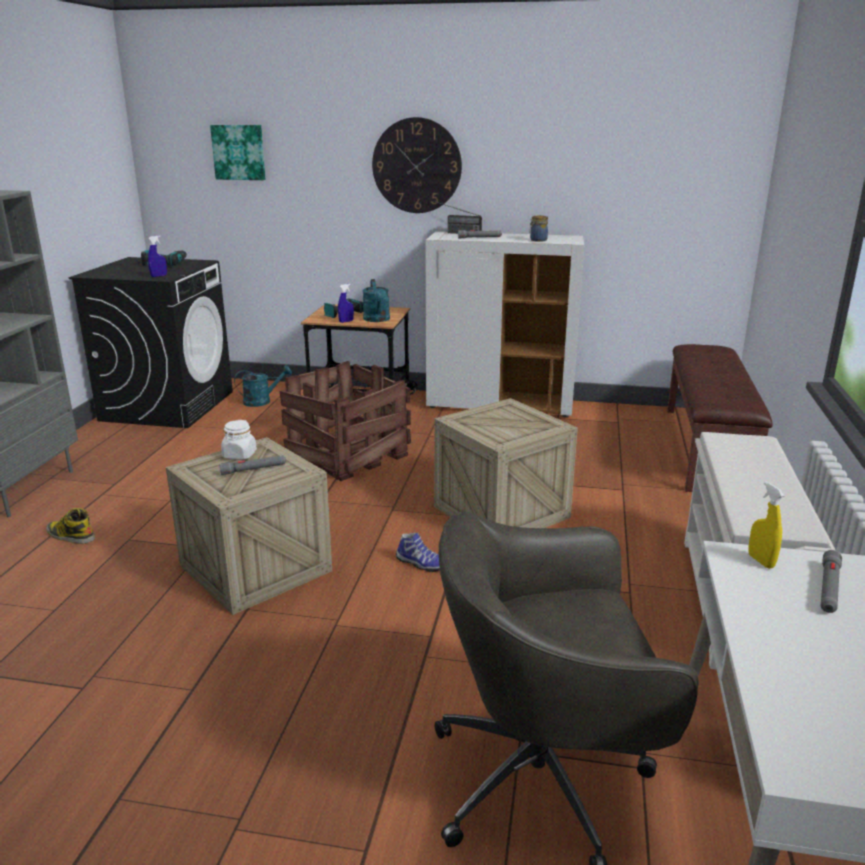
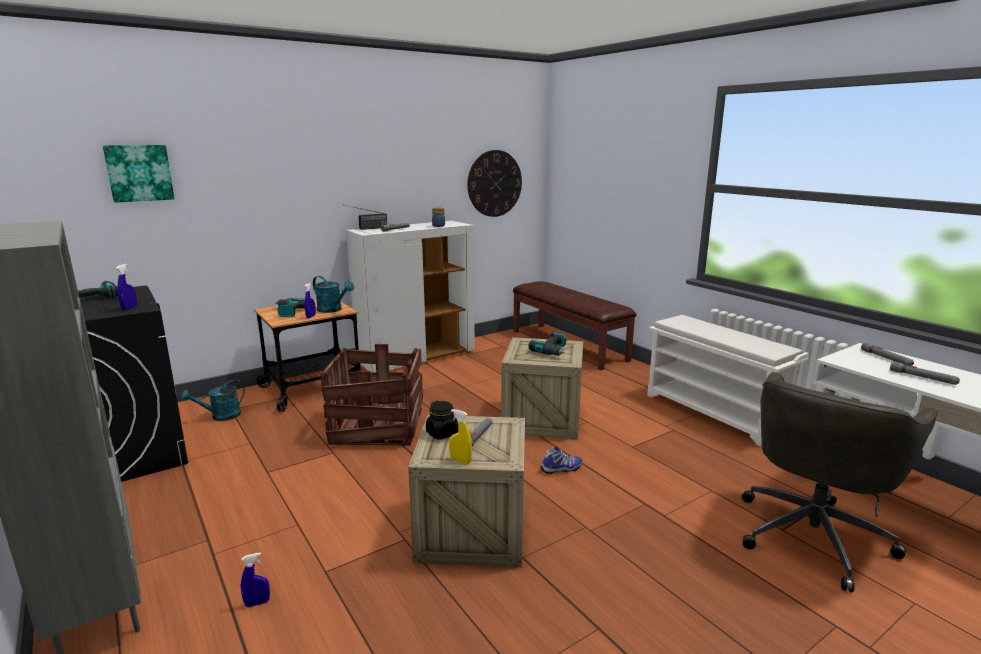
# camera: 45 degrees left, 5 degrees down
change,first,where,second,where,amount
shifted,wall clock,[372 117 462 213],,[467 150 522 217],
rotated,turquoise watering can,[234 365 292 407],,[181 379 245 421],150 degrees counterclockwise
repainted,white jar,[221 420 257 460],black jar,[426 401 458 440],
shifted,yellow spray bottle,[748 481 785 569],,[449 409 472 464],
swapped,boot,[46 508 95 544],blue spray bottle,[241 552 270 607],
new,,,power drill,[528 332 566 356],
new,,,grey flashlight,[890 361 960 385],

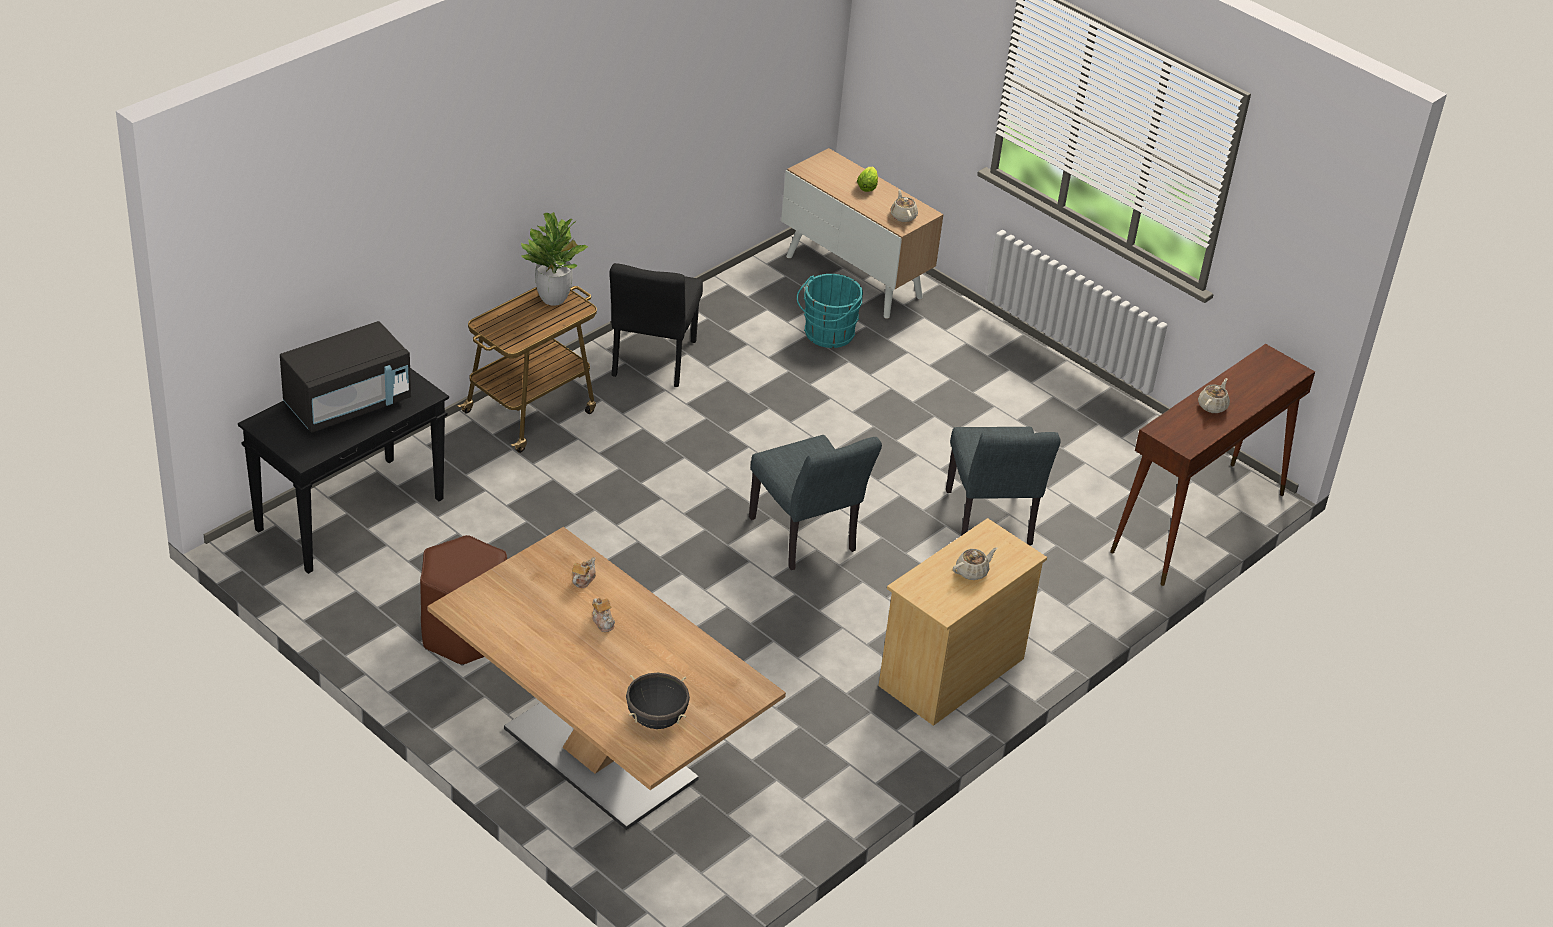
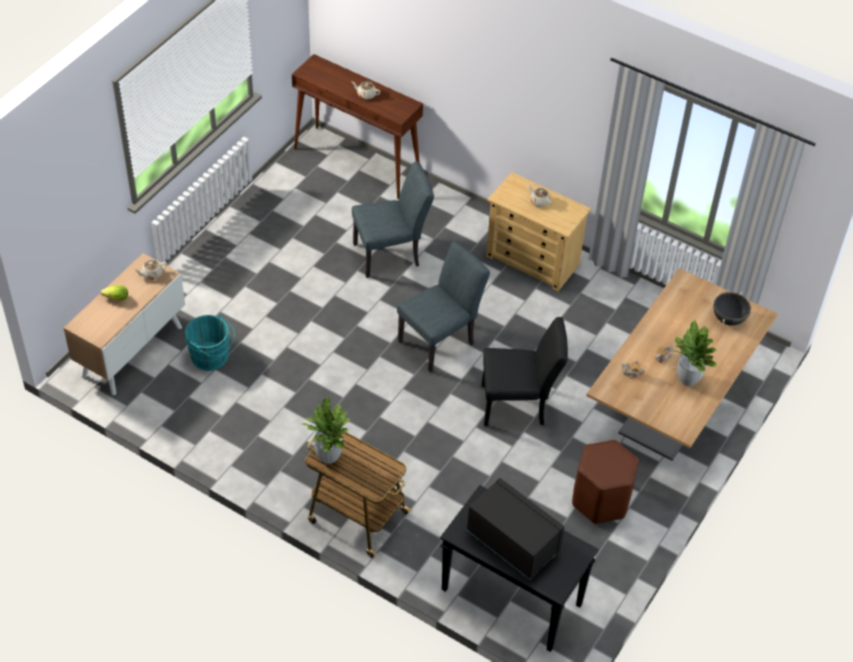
# camera: 100 degrees left, 10 degrees up
change,first,where,second,where,amount
shifted,black chair,[609 263 703 387],,[482 317 568 426],
new,,,potted plant,[670 320 717 386],

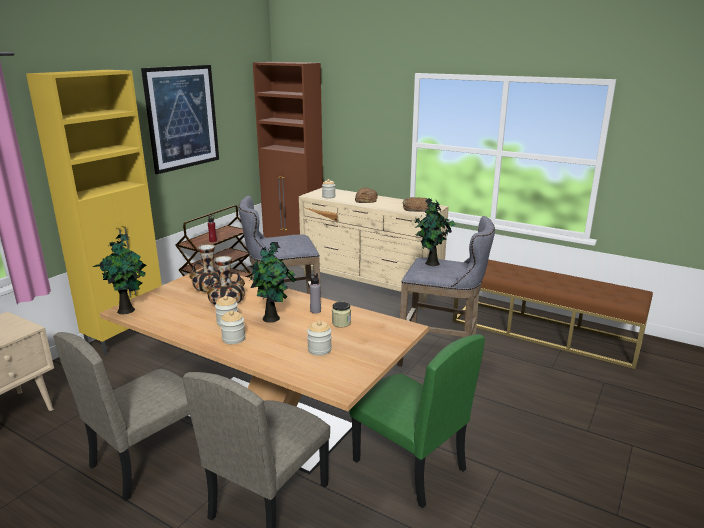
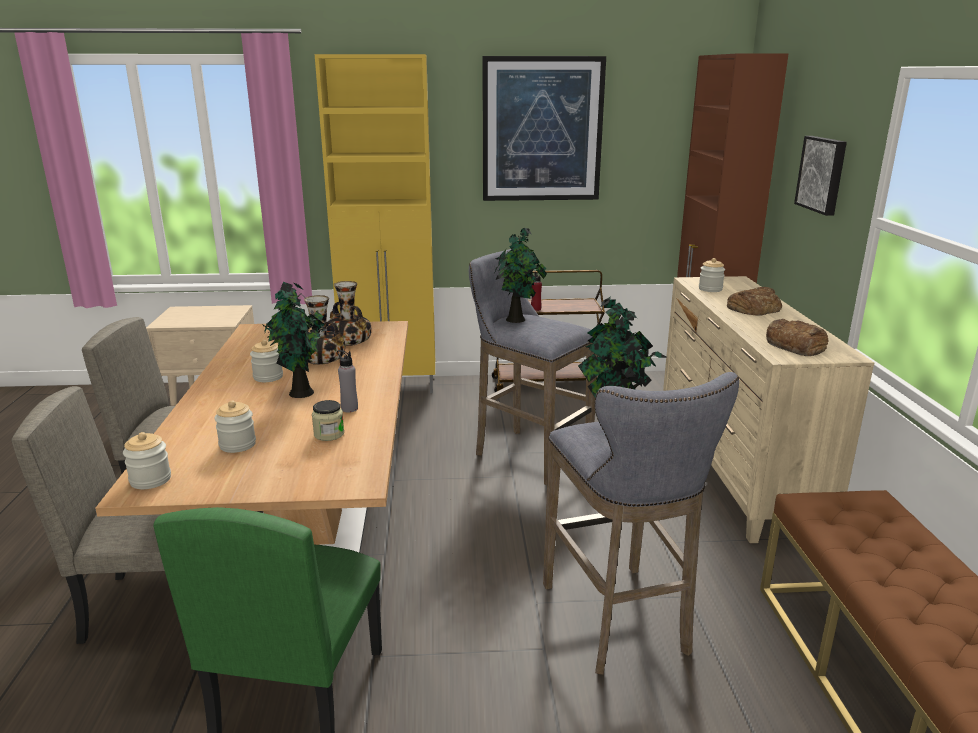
# camera: 55 degrees right, 0 degrees up
change,first,where,second,where,amount
shifted,potted plant,[93 234 146 314],,[495 228 547 323],
shifted,jar,[220 311 245 344],,[123 432 171 489],
new,,,picture,[794 136 847 216],

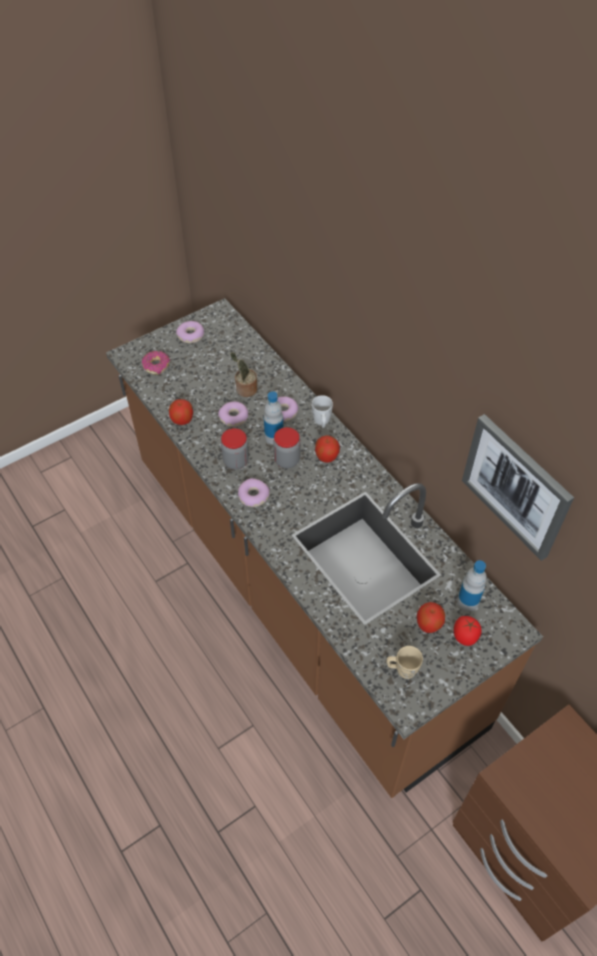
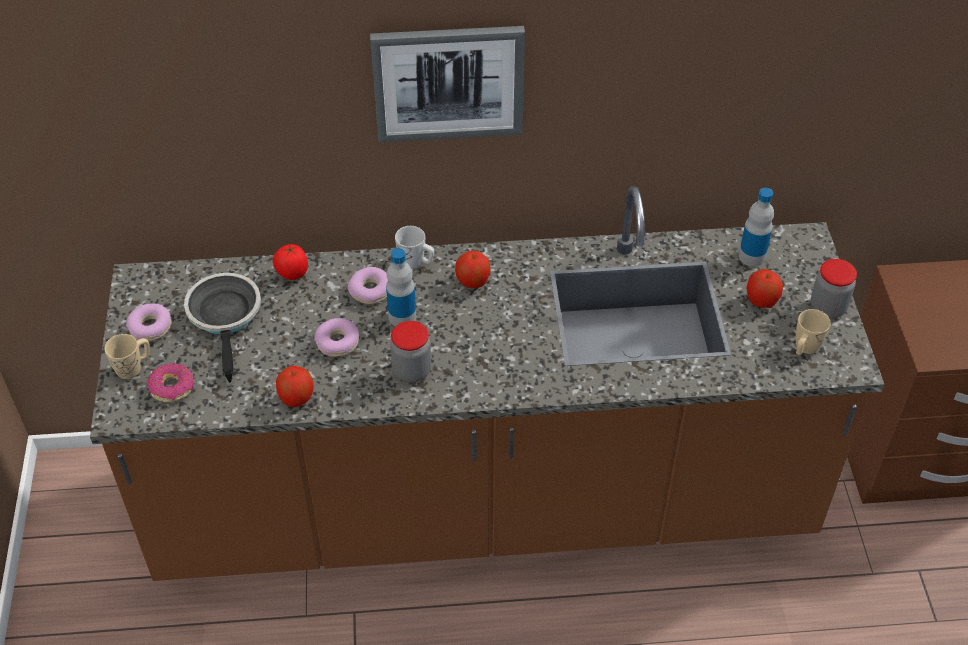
# camera: 60 degrees left, 5 degrees down
change,first,where,second,where,amount
gone,potted plant,[230 352 257 397],,,
shifted,picture,[462 414 574 561],,[370 26 525 142],
shifted,jar,[273 427 300 468],,[811 259 857 319],
gone,donut,[238 478 270 507],,,
shifted,tomato,[454 616 482 646],,[273 244 308 280],
new,,,frying pan,[184 273 261 383],
new,,,beige mug,[104 334 150 379],

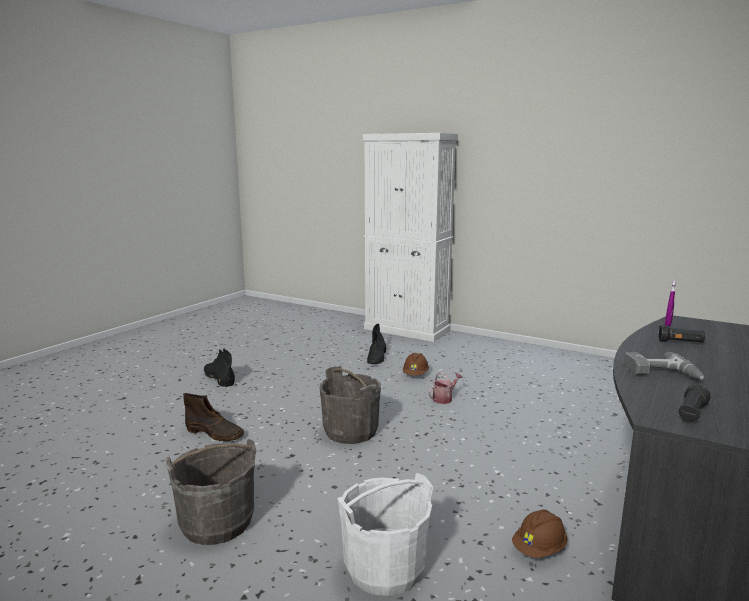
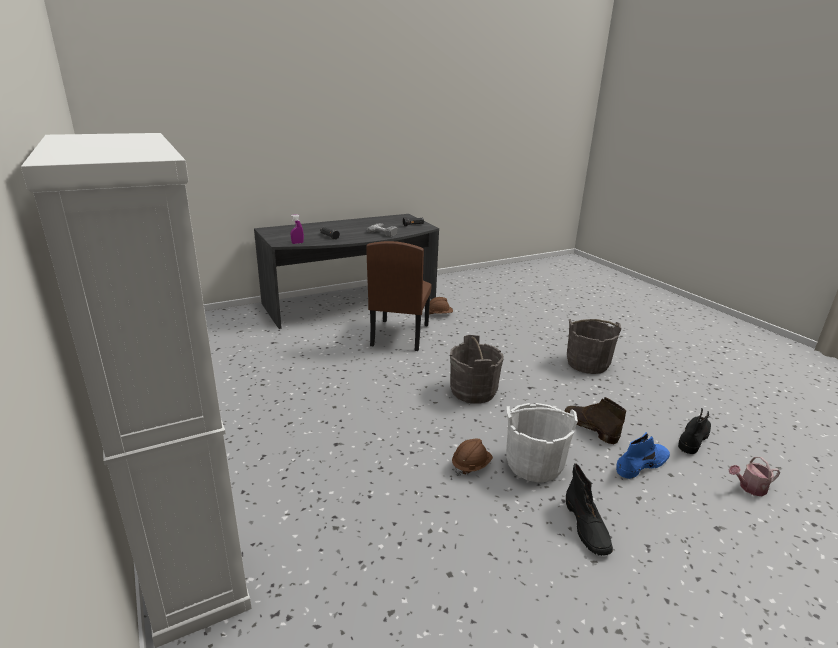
# camera: 150 degrees left, 10 degrees up
change,first,where,second,where,amount
shifted,black boot,[367 324 386 364],,[678 408 711 454],
shifted,brown hard hat,[403 353 429 375],,[452 439 493 475],
shifted,watering can,[429 372 462 404],,[729 457 780 496],
shifted,white bucket,[337 473 433 596],,[506 403 578 483],
new,,,brown chair,[366 241 432 351],
new,,,blue boot,[616 432 670 479],

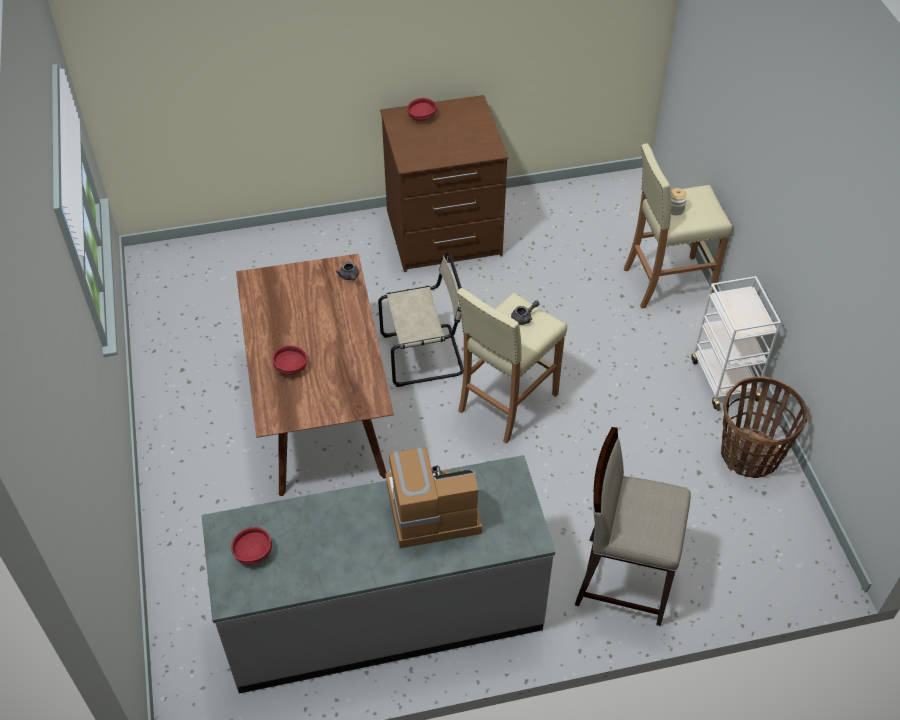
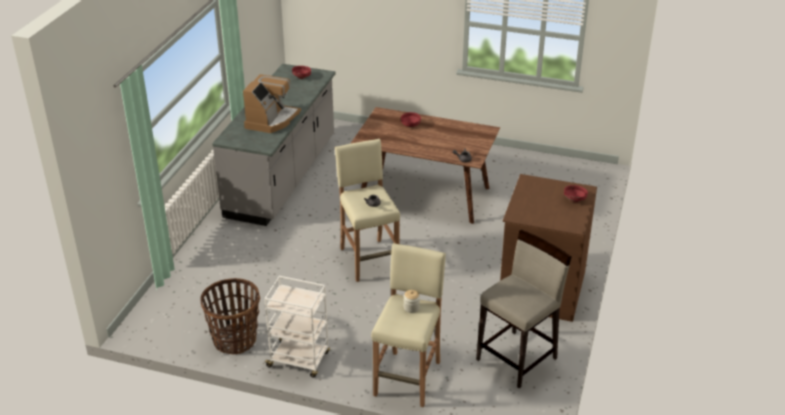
# camera: 120 degrees right, 15 degrees down
change,first,where,second,where,amount
gone,beige chair,[378 252 463 387],,,
shifted,beige stool,[575 427 691 626],,[476 230 572 388],

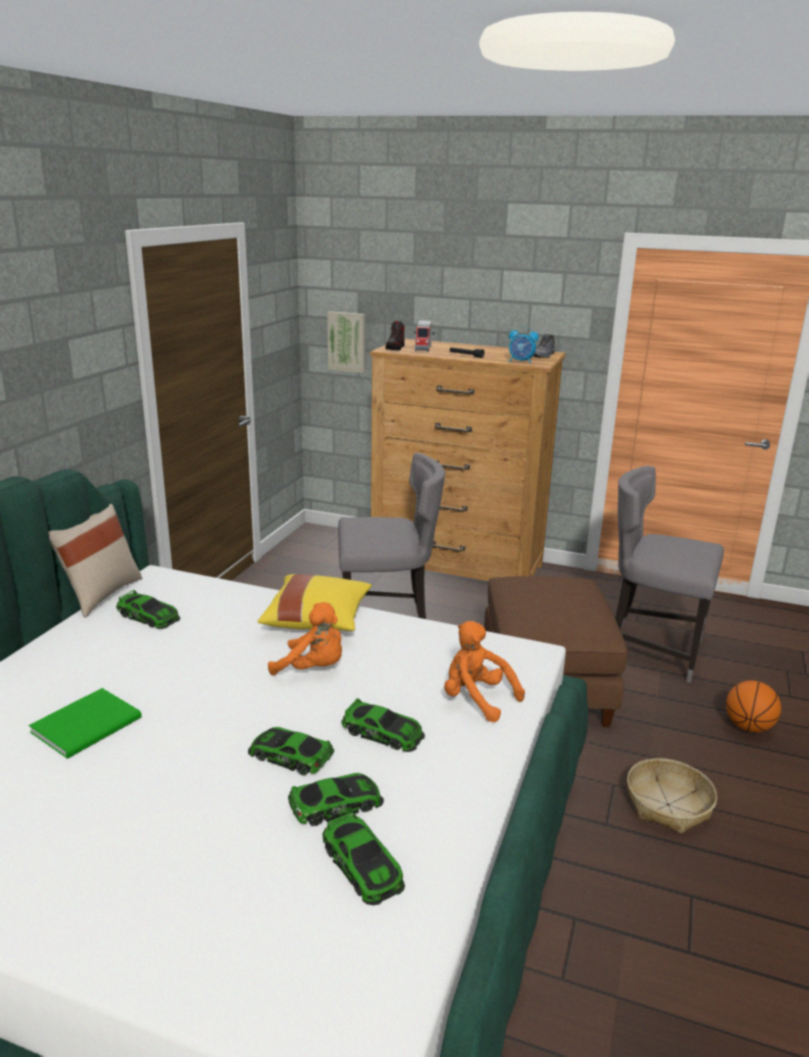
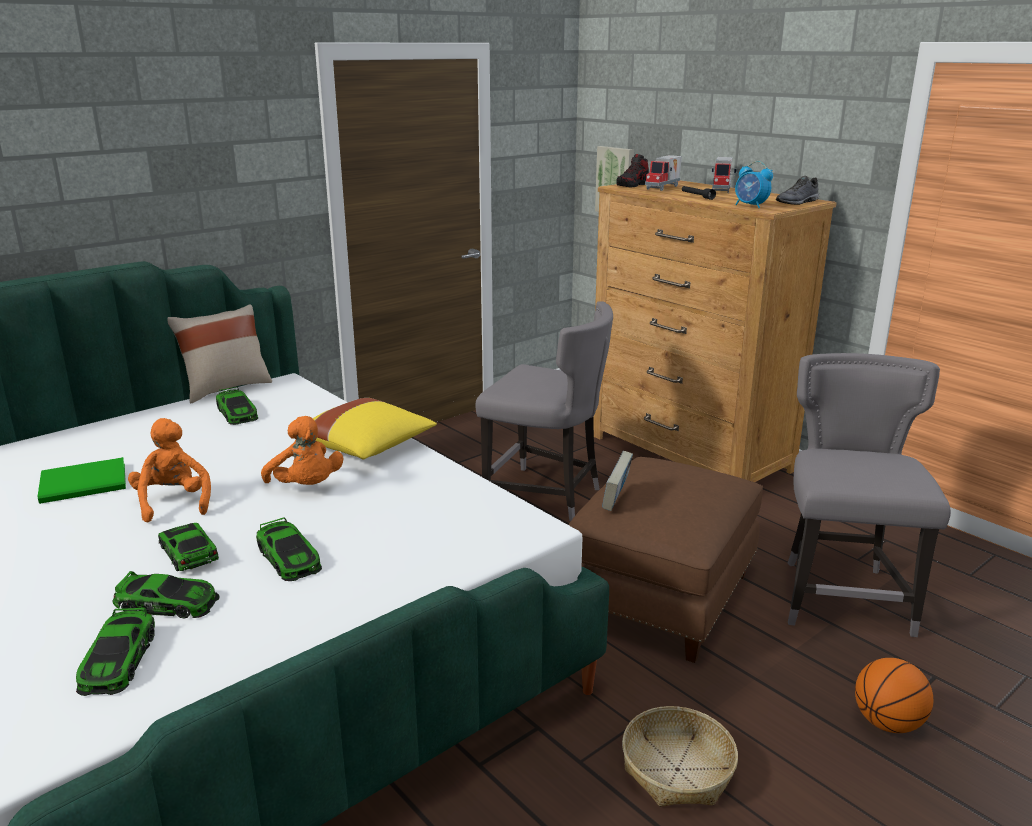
# camera: 30 degrees right, 0 degrees up
change,first,where,second,where,amount
rotated,grey chair,[615 466 724 683],,[787 353 951 637],45 degrees clockwise
shifted,orange plush toy,[444 621 525 722],,[128 418 211 522],
new,,,toy truck,[712 157 736 193],
new,,,book,[602 451 633 511],

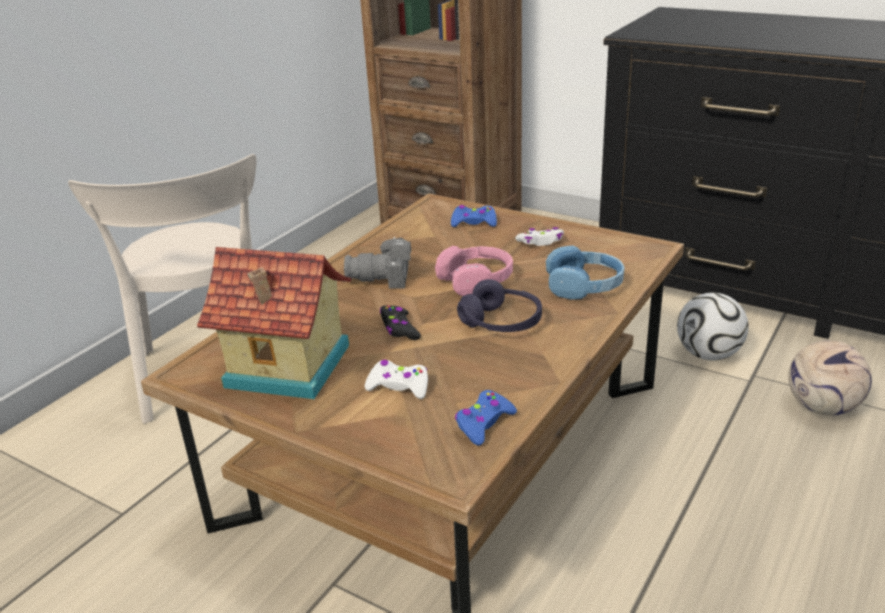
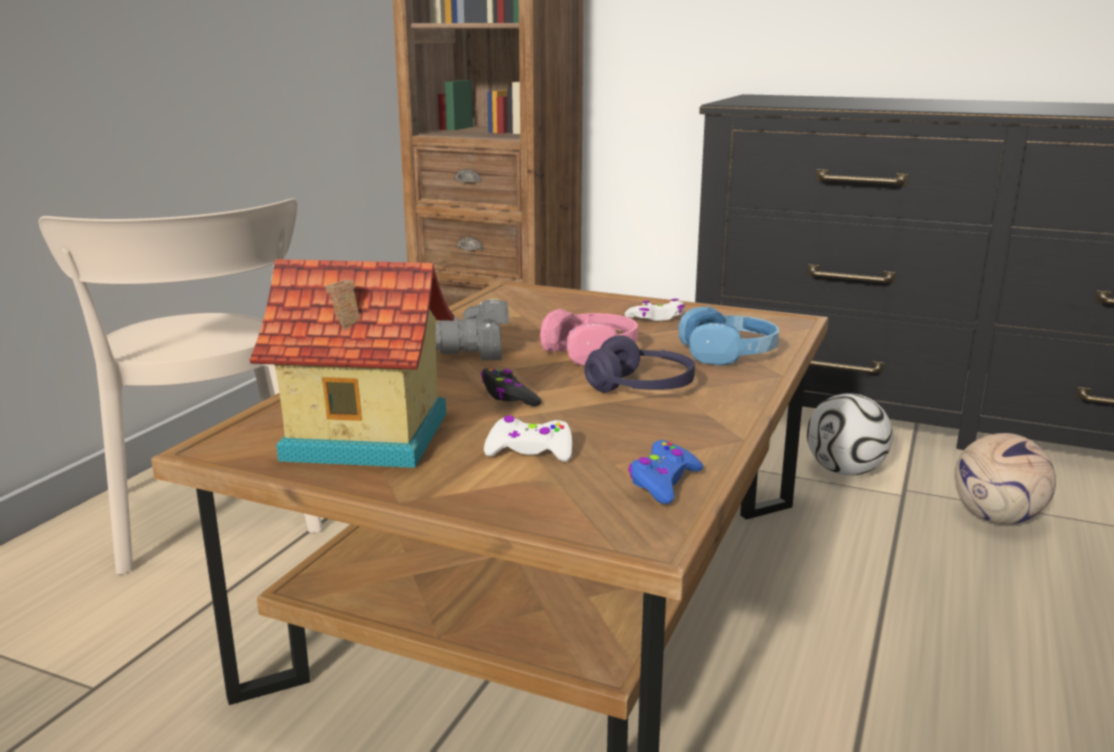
# camera: 10 degrees left, 10 degrees down
change,first,where,second,where,amount
gone,blue game controller,[451 205 497 227],,,

